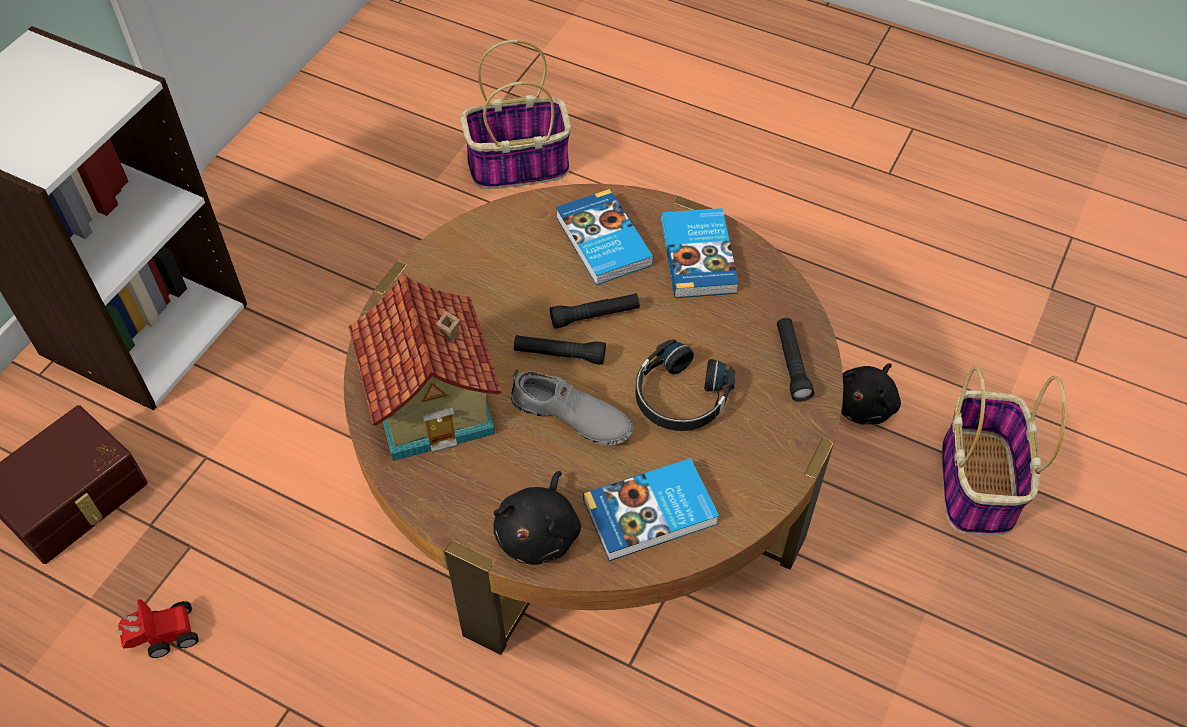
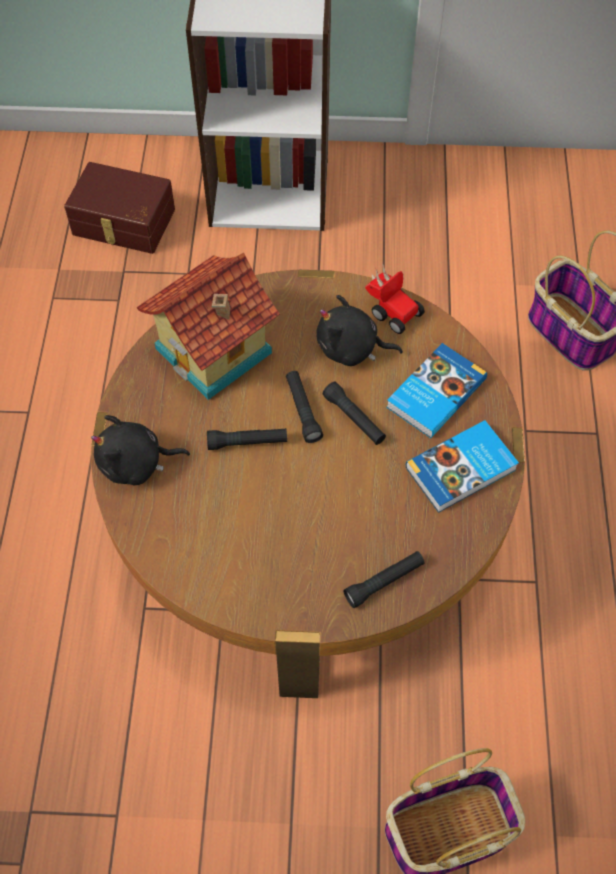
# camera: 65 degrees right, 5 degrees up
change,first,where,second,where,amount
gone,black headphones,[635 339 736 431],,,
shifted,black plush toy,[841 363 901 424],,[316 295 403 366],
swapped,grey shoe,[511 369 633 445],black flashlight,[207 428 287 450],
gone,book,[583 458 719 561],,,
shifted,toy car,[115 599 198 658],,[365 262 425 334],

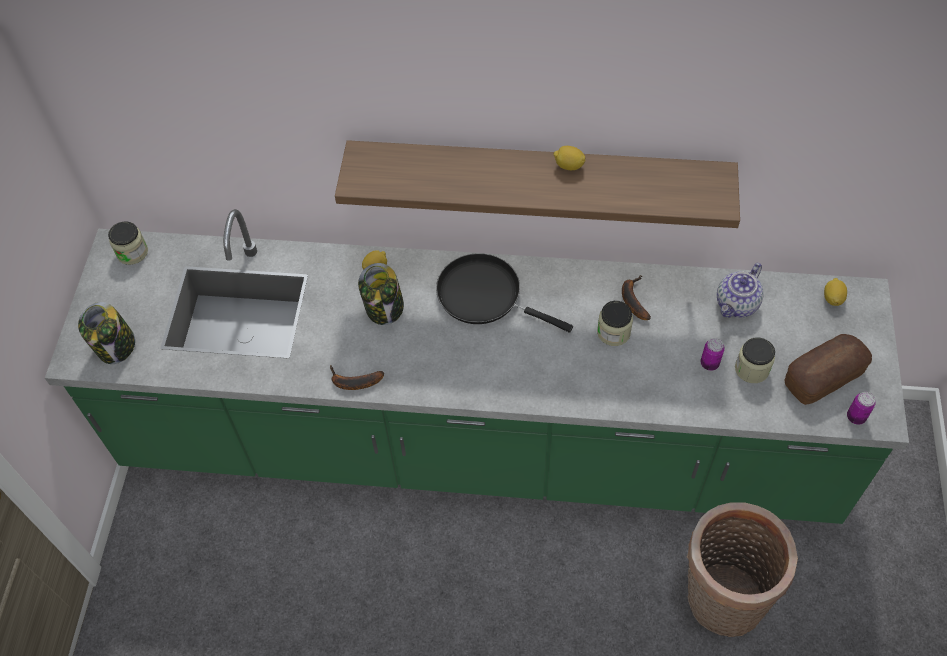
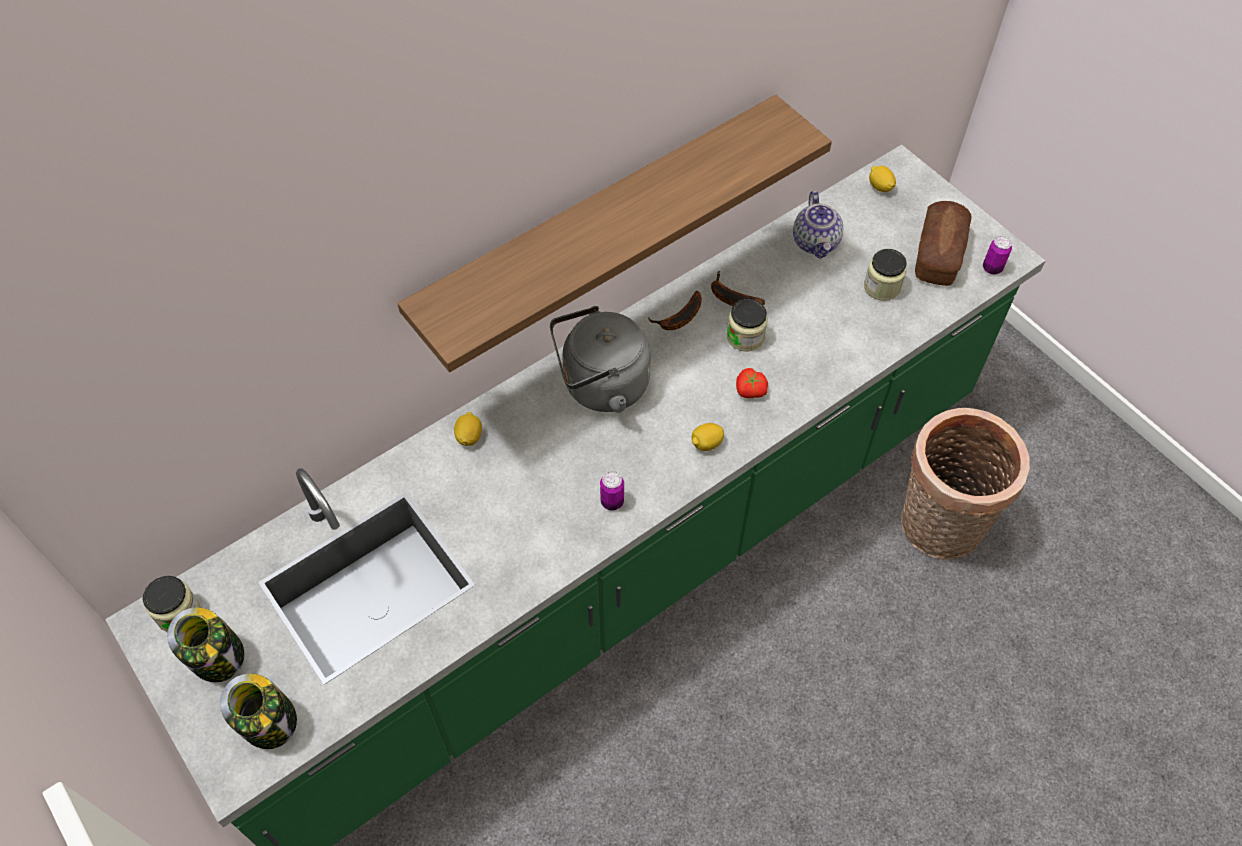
# camera: 45 degrees left, 0 degrees up
change,first,where,second,where,amount
shifted,lemon,[554 146 586 170],,[692 423 724 451],
swapped,black frying pan,[436 253 573 333],grey kettle,[550 306 651 412],
shifted,jar,[358 263 404 325],,[167 607 244 682],
shifted,can,[700 338 725 371],,[600 471 624 510],
shifted,banana,[330 365 384 390],,[648 291 702 330],
new,,,tomato,[736 368 768 398],

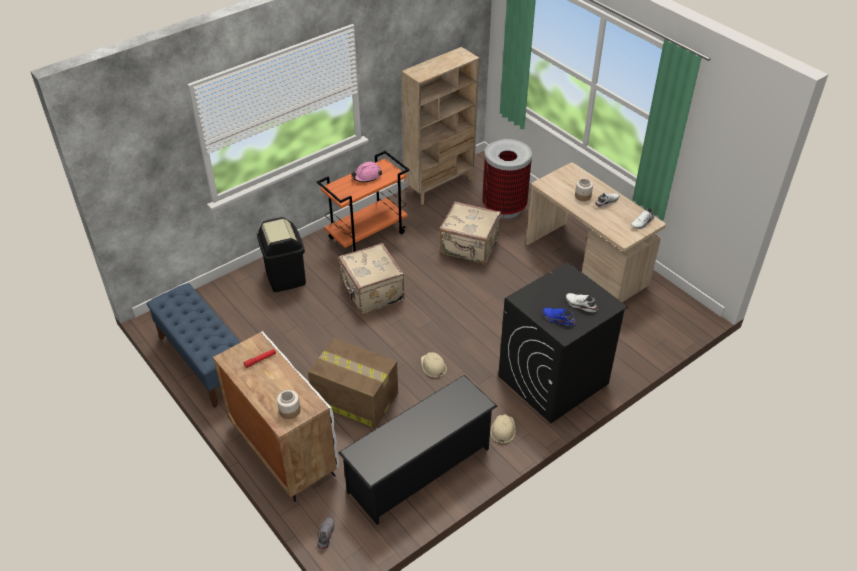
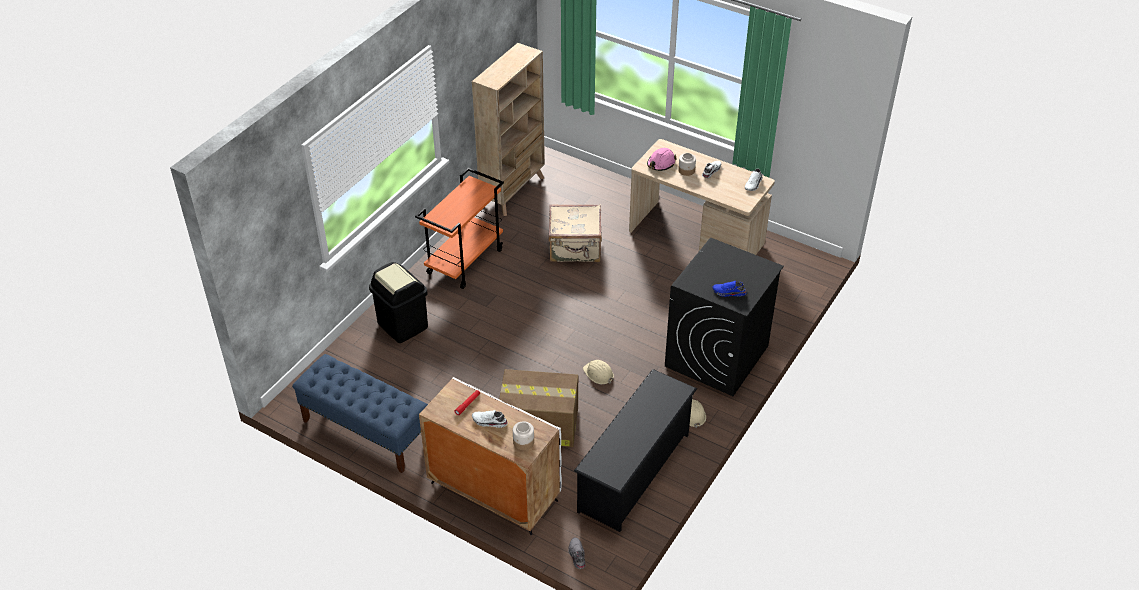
# camera: 20 degrees left, 0 degrees up
change,first,where,second,where,amount
gone,trash can,[482 139 532 219],,,
shifted,pink hard hat,[351 162 382 182],,[647 148 677 171],
gone,beige suitcase,[339 243 405 314],,,
shifted,white shoe,[566 293 597 312],,[472 410 508 428],

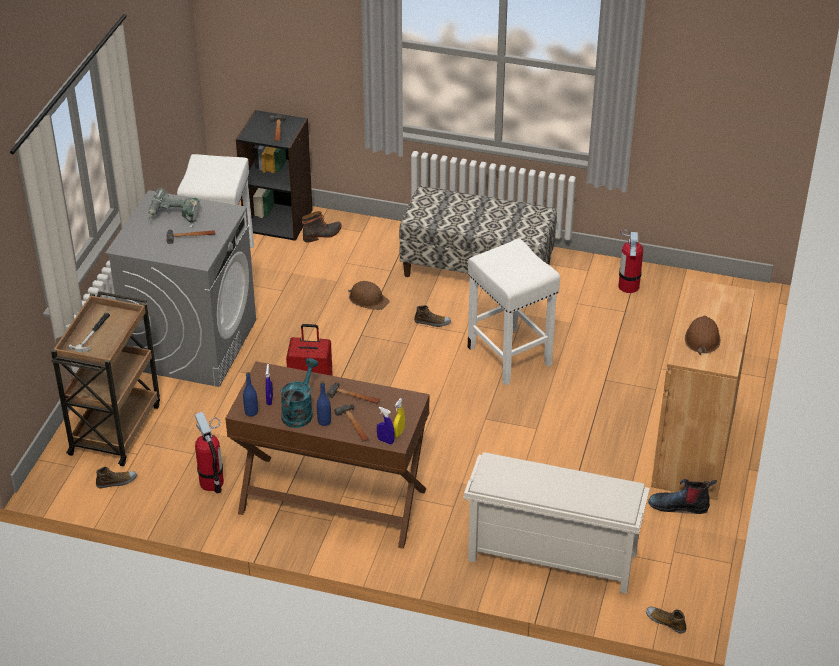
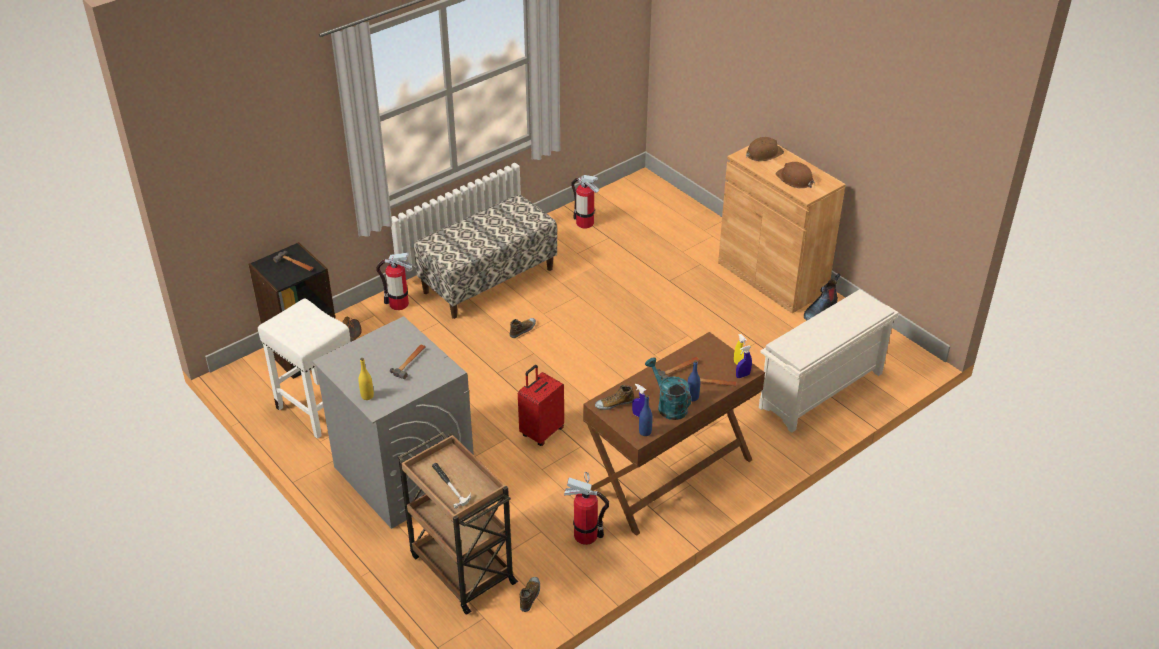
# camera: 55 degrees left, 0 degrees up
change,first,where,second,where,amount
gone,power drill,[148 188 200 228],,,
gone,white stool,[468 239 560 385],,,
shifted,brown hard hat,[348 281 390 310],,[746 137 784 161],
shifted,shoe,[646 607 686 633],,[595 385 634 410],
new,,,fire extinguisher,[376 253 412 310],
new,,,yellow bottle,[358 358 374 400],

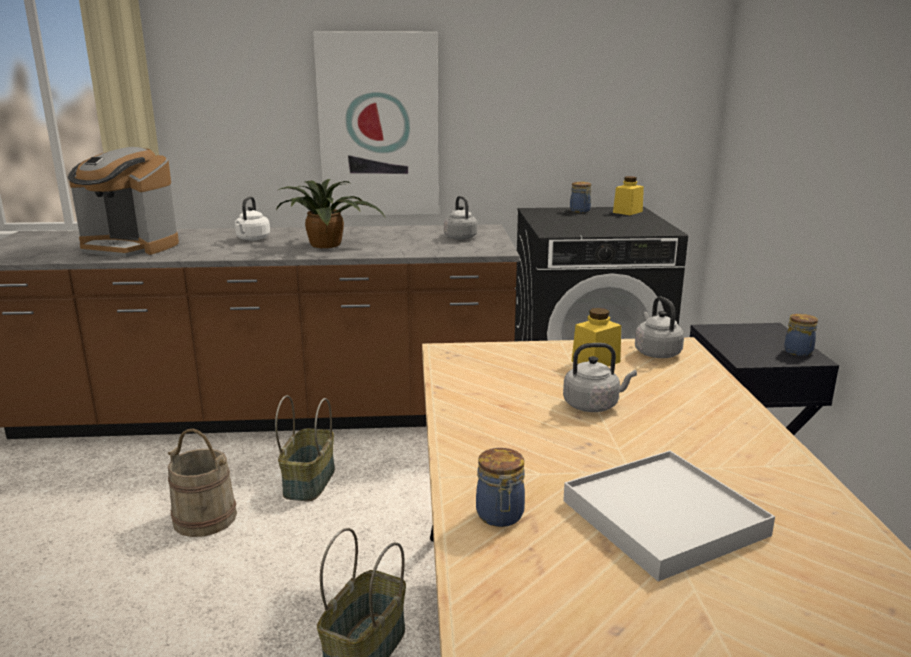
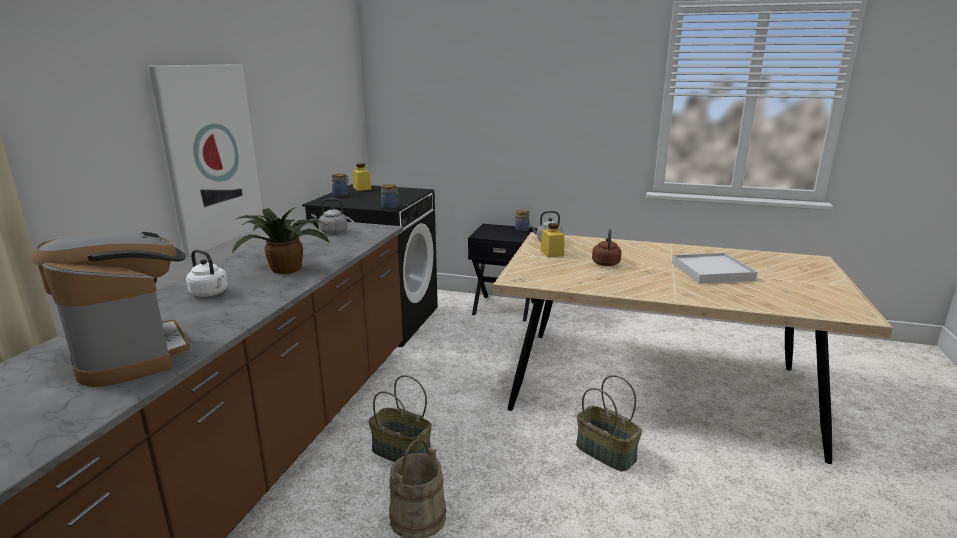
# camera: 70 degrees left, 0 degrees up
change,first,where,second,where,amount
rotated,coffee machine,[67 147 179 257],,[31 232 190 387],75 degrees counterclockwise
repainted,grey kettle,[563 343 637 412],brown kettle,[592 229 622 266],
shifted,jar,[476 448 525 527],,[381 184 400 209],

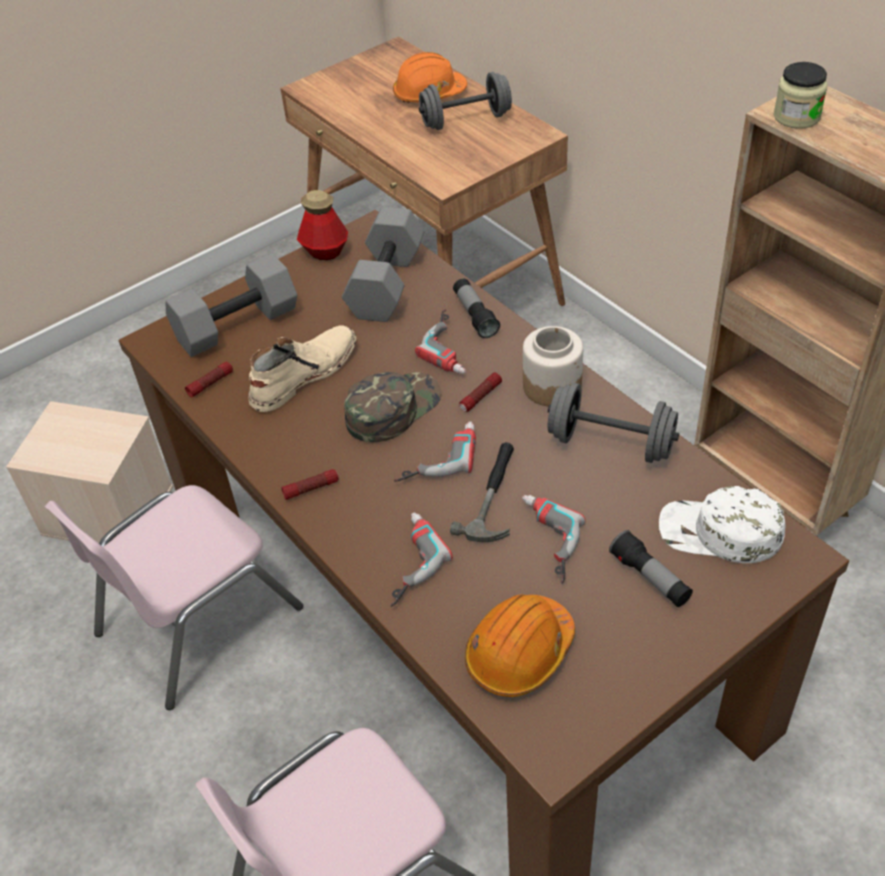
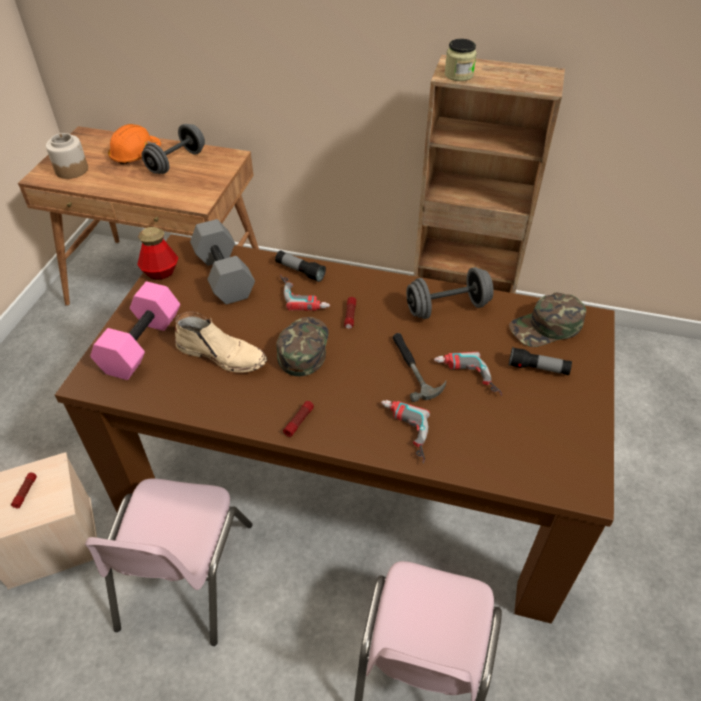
# camera: 40 degrees left, 0 degrees up
change,first,where,second,where,amount
repainted,grey dumbbell,[165 253 297 357],pink dumbbell,[90 281 180 380],
rotated,beige boot,[248 325 356 412],,[175 311 267 373],105 degrees clockwise
shifted,jar,[523 326 583 407],,[46 133 88 179],
shifted,flashlight,[185 362 233 398],,[11 472 37 508],
gone,power drill,[394 421 476 481],,,
repainted,white cap,[659 486 785 563],green cap,[509 292 586 347],
gone,orange hard hat,[465 594 575 697],,,

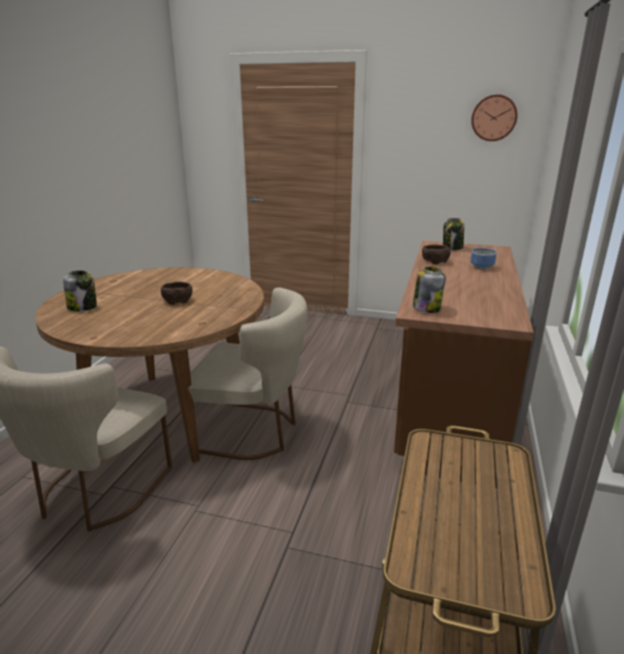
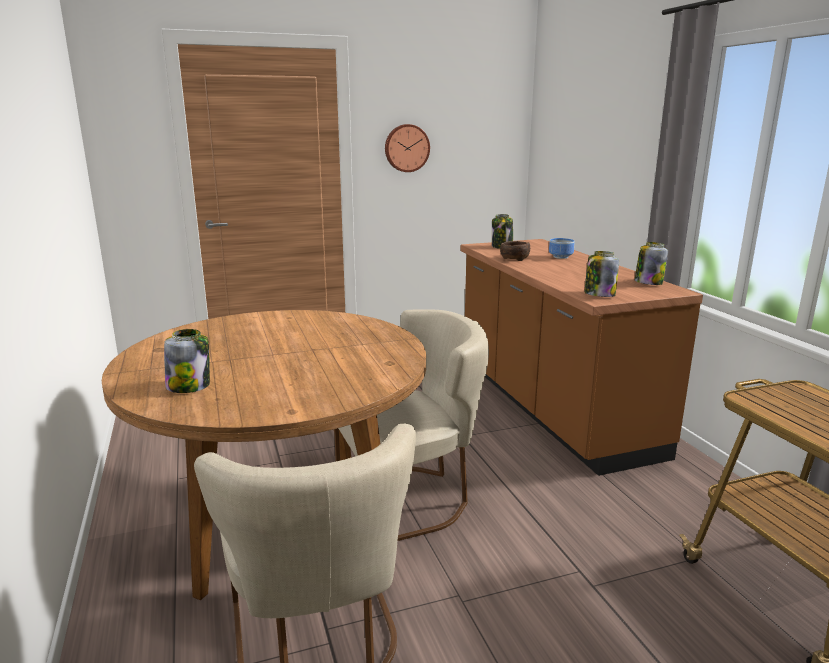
# camera: 35 degrees left, 5 degrees down
change,first,where,second,where,amount
shifted,wall clock,[471 94 518 141],,[385 124 430 172],
gone,brown bowl,[161 282 192 305],,,
new,,,jar,[635 242 668 285],

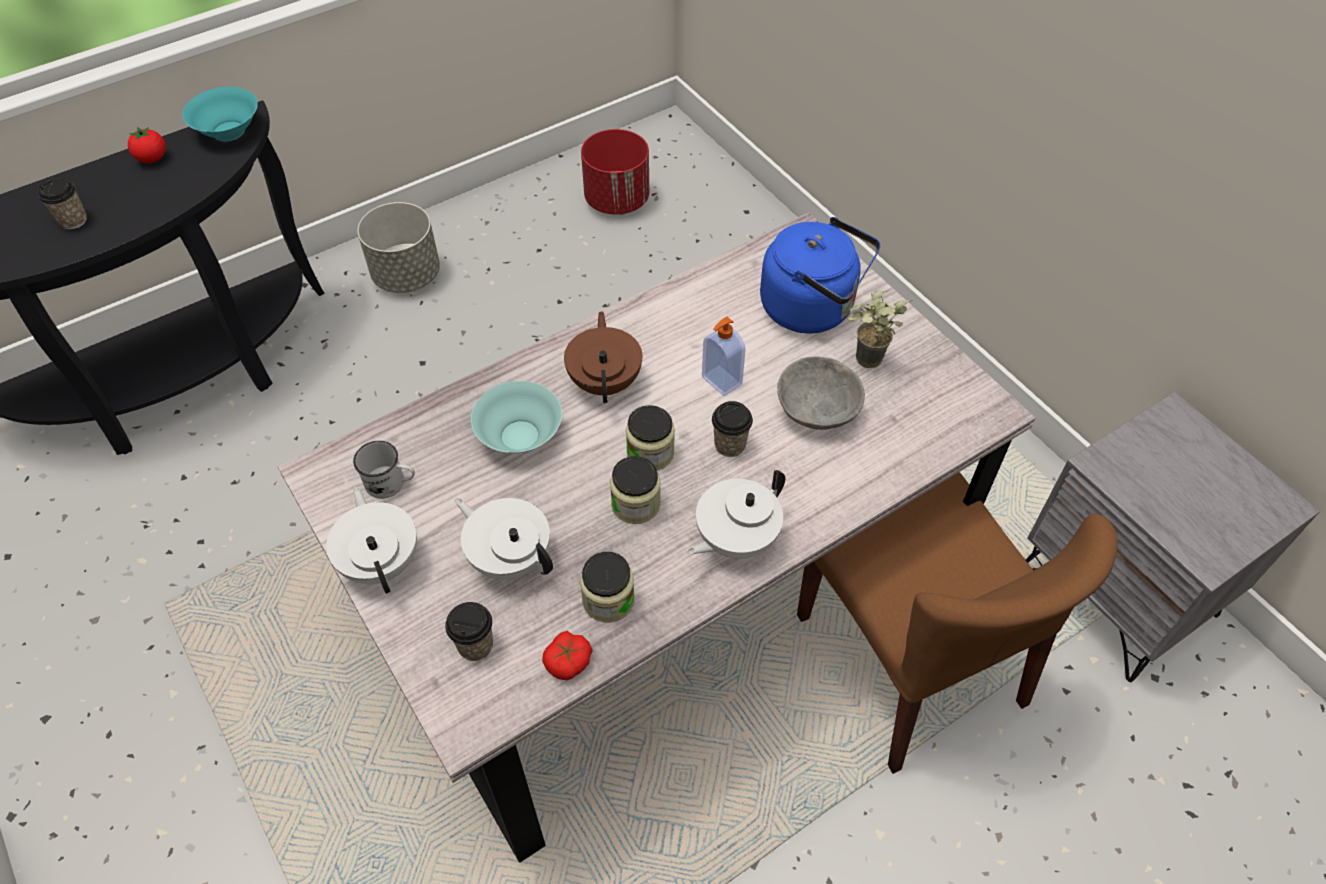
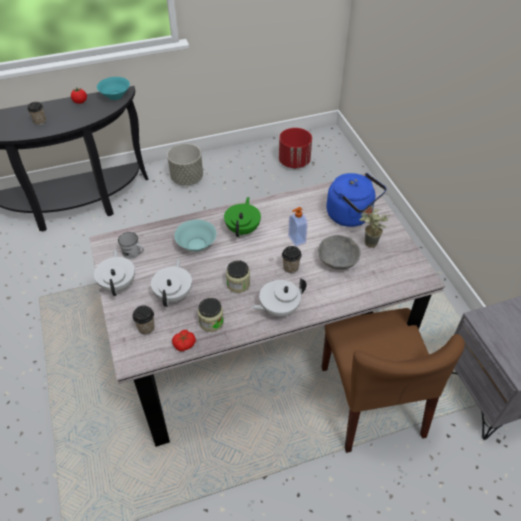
# camera: 15 degrees right, 5 degrees down
change,first,where,second,where,amount
repainted,brown teapot,[564 311 642 403],green teapot,[224 197 261 237],
gone,jar,[626 405 675 470],,,
rotated,white teapot,[455 498 553 580],,[151 258 192 307],45 degrees clockwise

